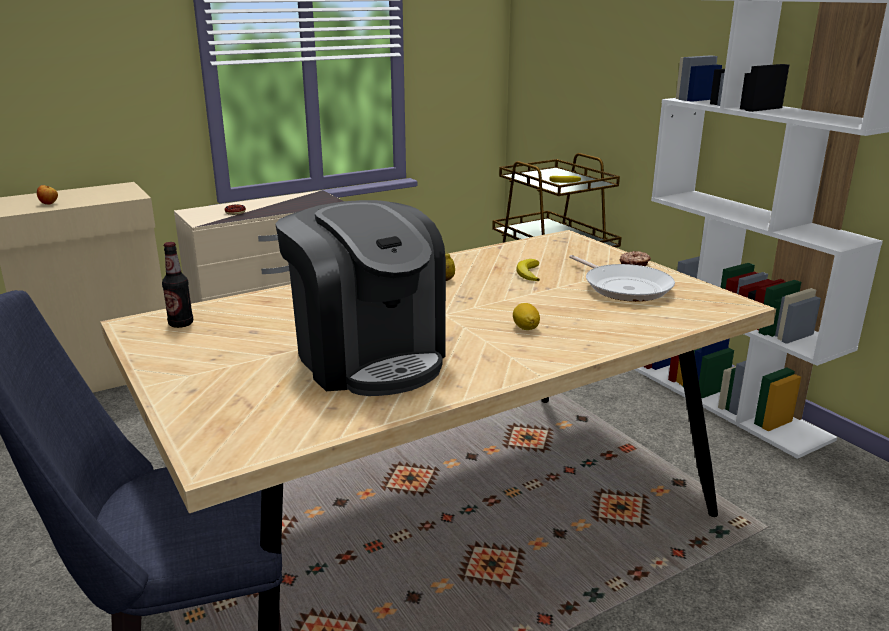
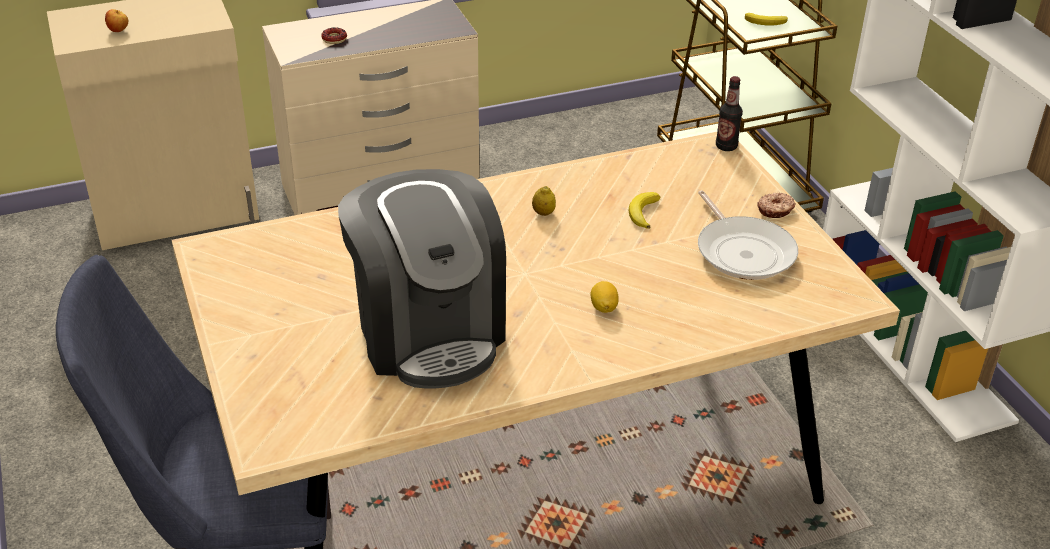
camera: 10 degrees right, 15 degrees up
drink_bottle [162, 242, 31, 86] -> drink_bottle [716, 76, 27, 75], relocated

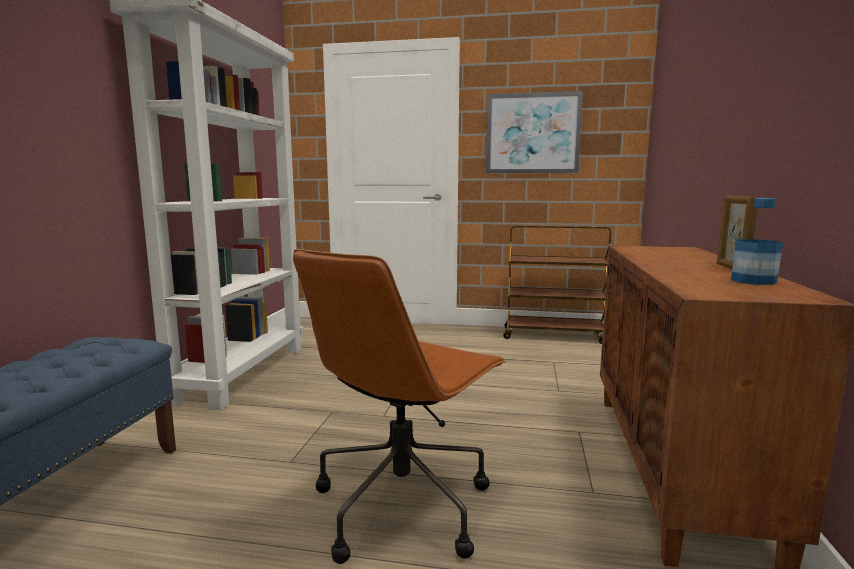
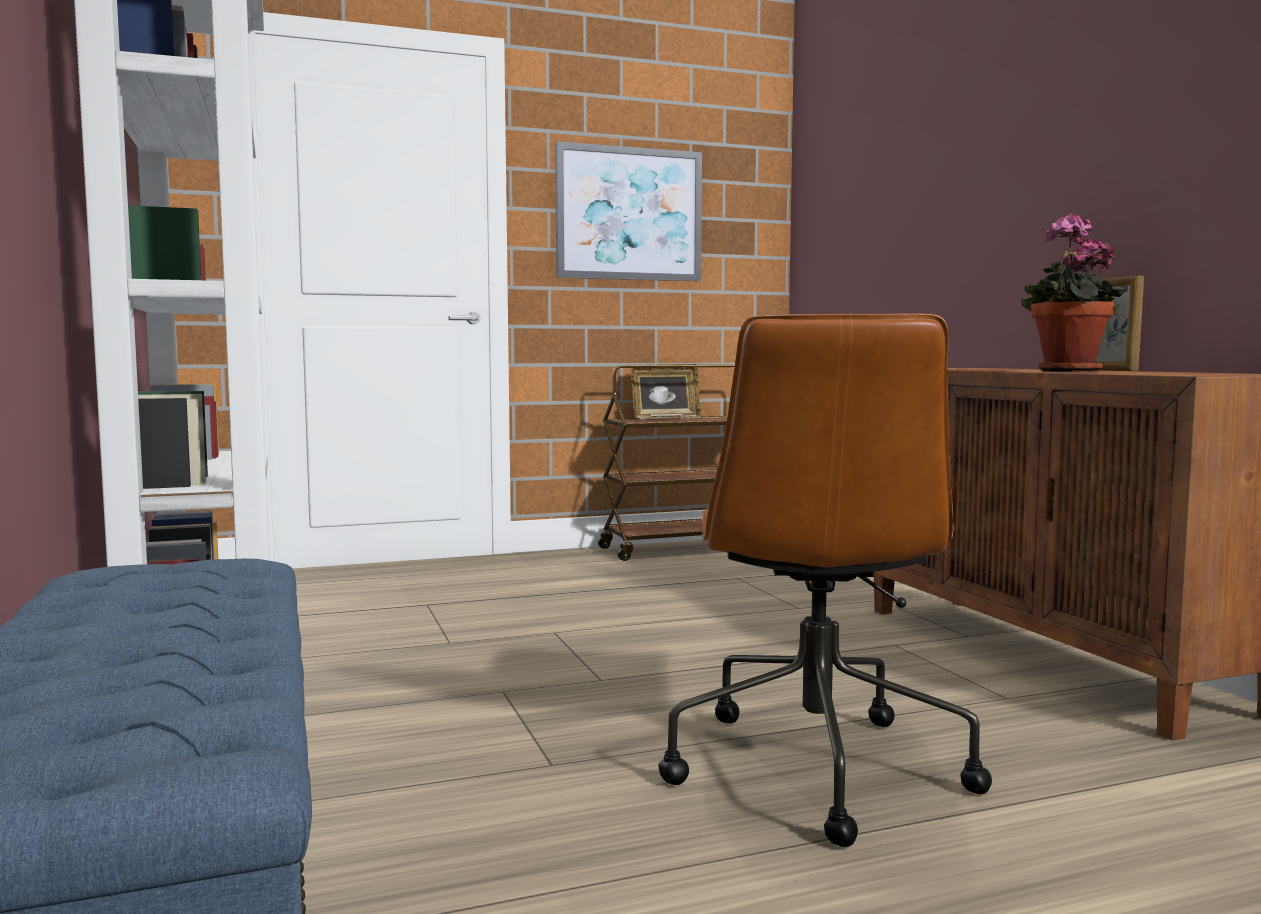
camera: 30 degrees left, 5 degrees down
drink_bottle [731, 198, 52, 87] -> none
none -> potted_plant [1021, 213, 108, 159]
none -> photo_frame [631, 364, 71, 55]

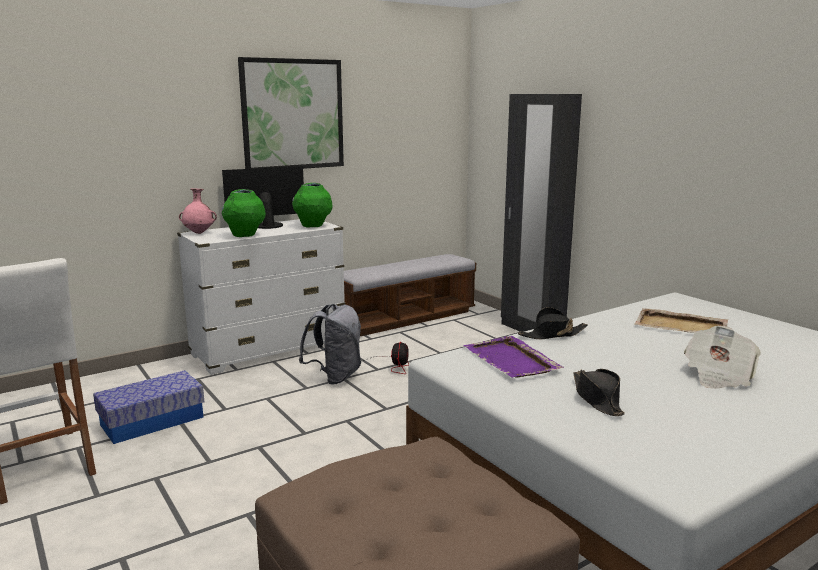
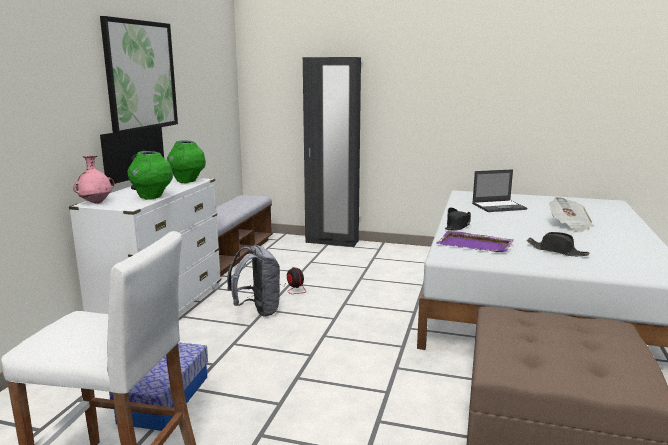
camera: 40 degrees left, 0 degrees up
sand-coloured_tray [634, 308, 94, 25] -> notebook_computer [472, 169, 55, 43]

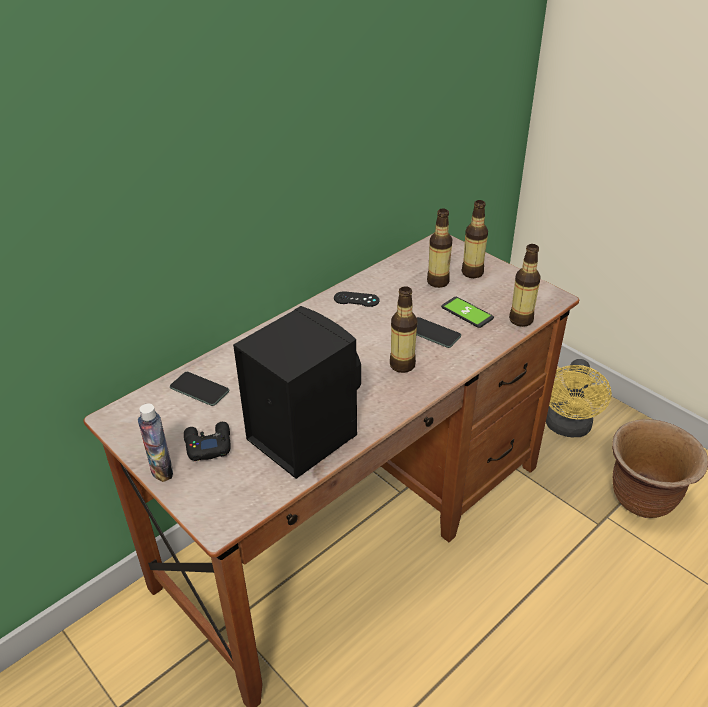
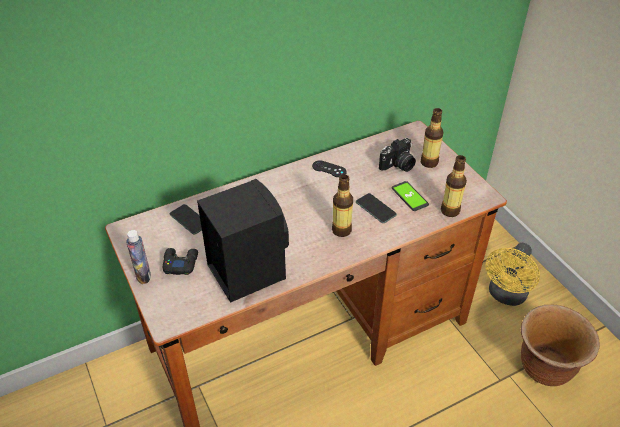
camera: 15 degrees right, 5 degrees up
drink_bottle [427, 209, 25, 79] -> still_camera [379, 138, 37, 34]

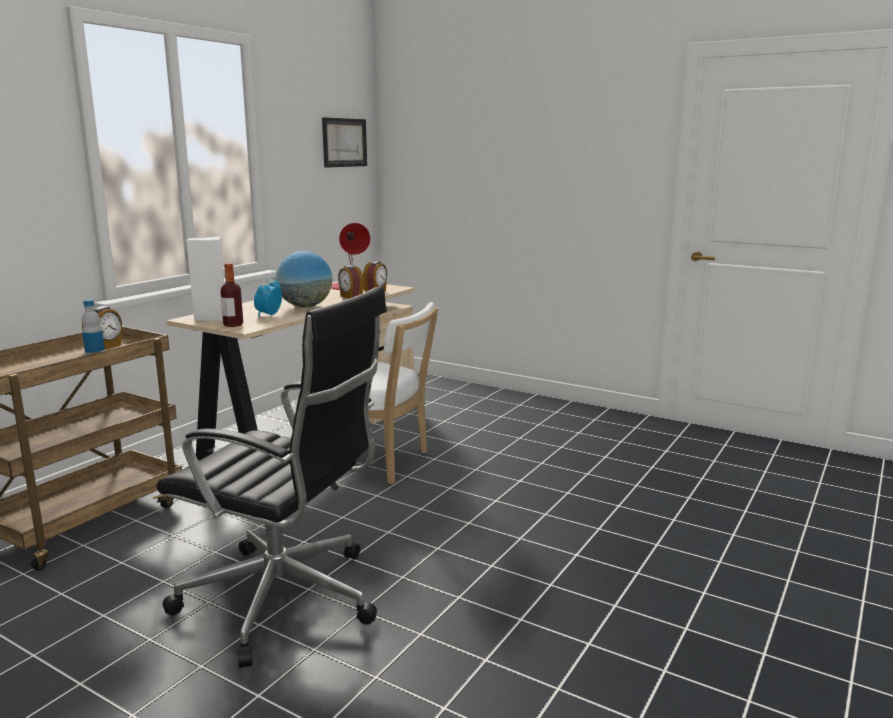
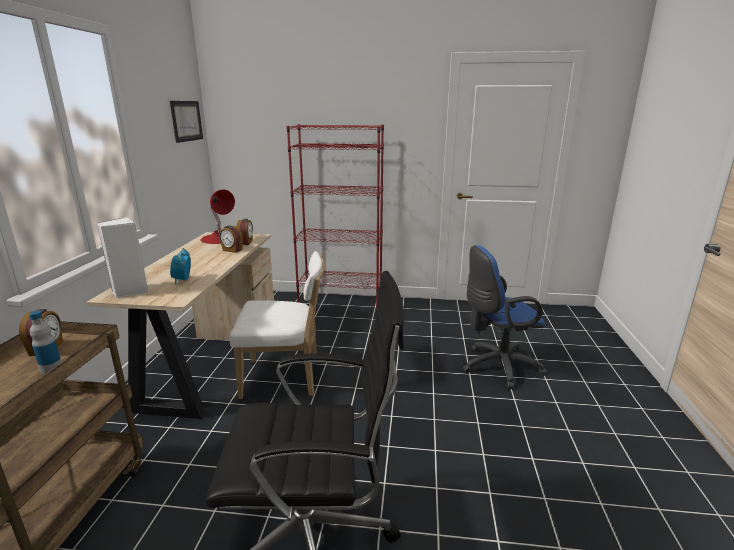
camera: 25 degrees left, 5 degrees up
world_globe [275, 251, 57, 56] -> none
drink_bottle [221, 263, 22, 64] -> none
none -> reddish_shelving_unit [286, 124, 98, 189]
none -> bluish_office_chair [463, 245, 84, 144]

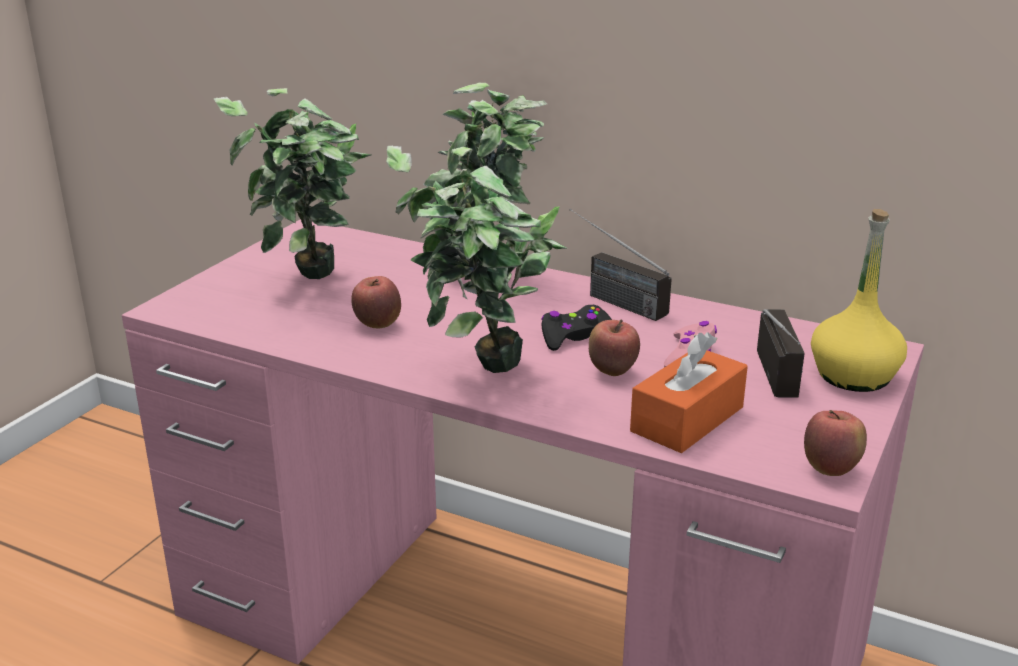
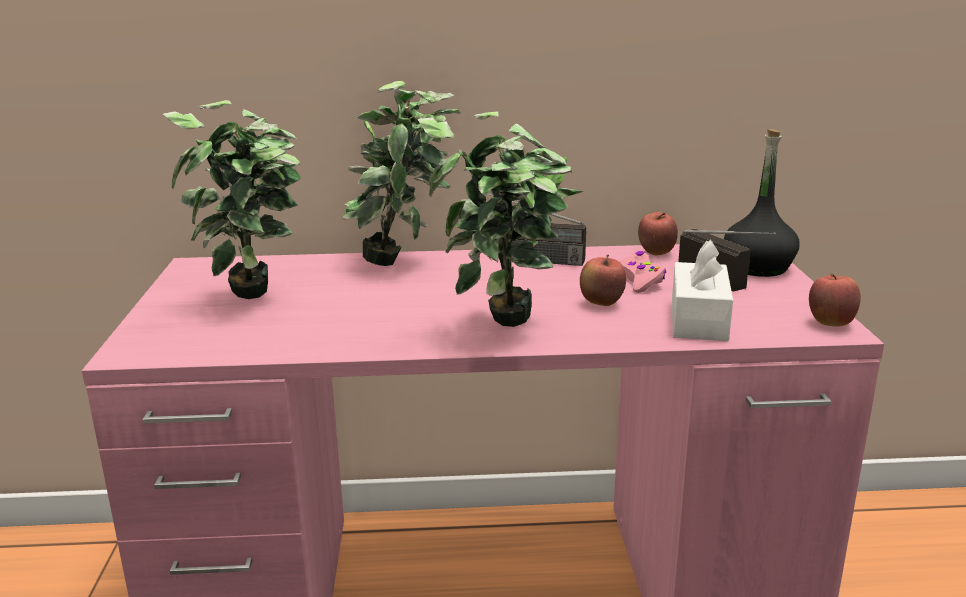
camera: 30 degrees left, 5 degrees down
yellow_drink_bottle [811, 209, 96, 183] -> black-coloured_drink_bottle [724, 129, 76, 148]
apple_fruit [351, 276, 50, 52] -> apple_fruit [638, 212, 40, 43], relocated
black-coloured_gamepad [542, 305, 70, 46] -> none
orange_box_of_tissues [630, 332, 118, 121] -> whitish_box_of_tissues [672, 240, 61, 101]

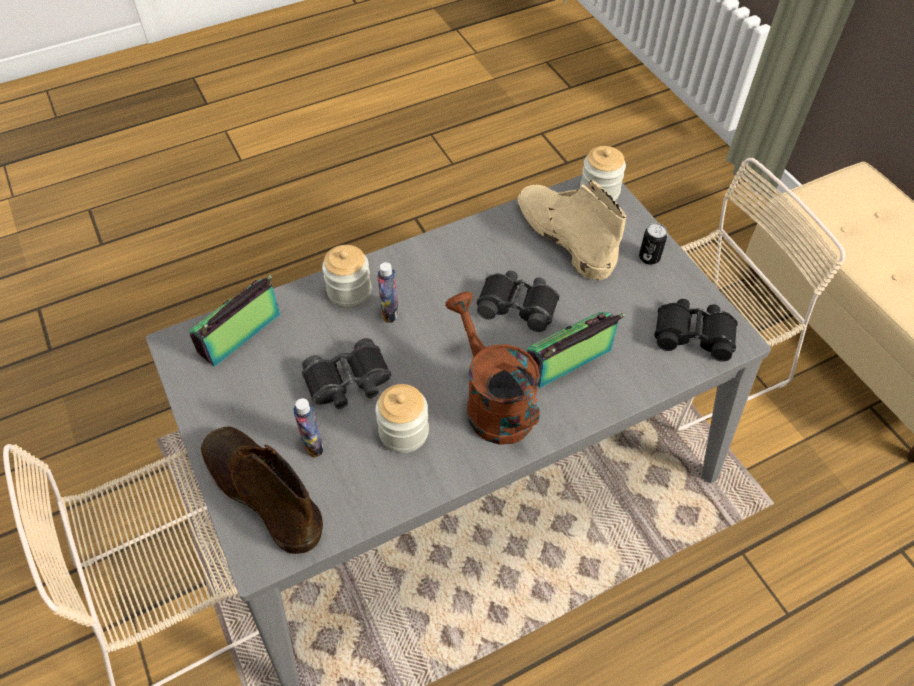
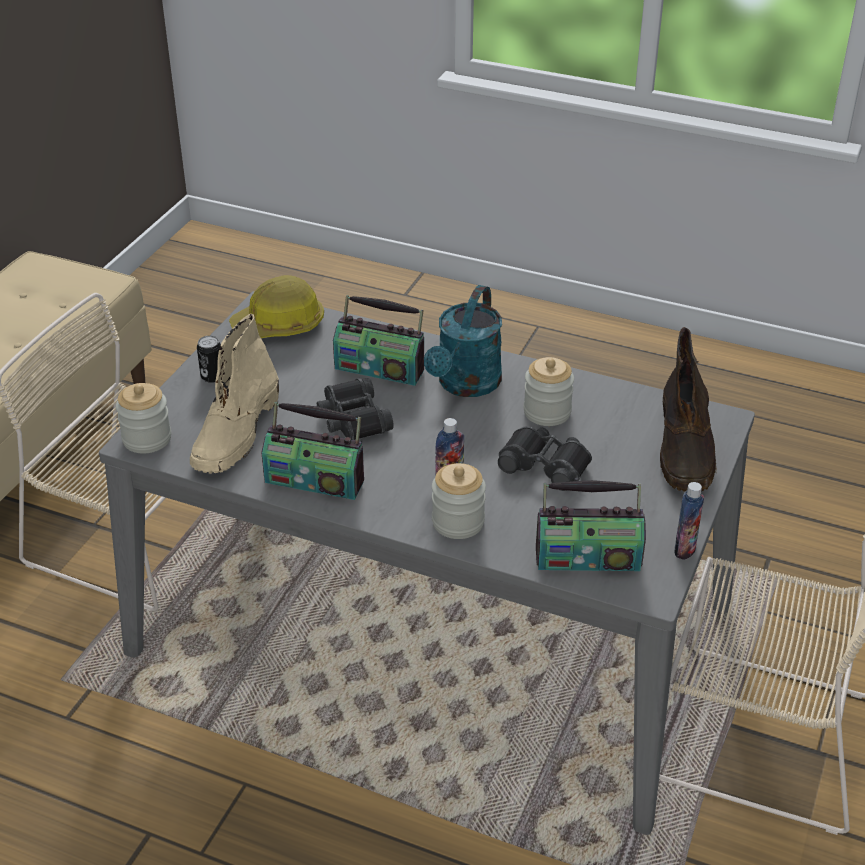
camera: 130 degrees left, 15 degrees down
brownish_sprinkling_can [445, 291, 95, 154] -> turquoise-coloured_sprinkling_can [424, 285, 78, 112]
black-coloured_pair_of_binoculars [654, 299, 83, 63] -> safety_helmet [229, 275, 95, 63]
drink_bottle [294, 398, 29, 60] -> drink_bottle [674, 482, 30, 78], relocated
none -> radio_set [261, 402, 103, 98]

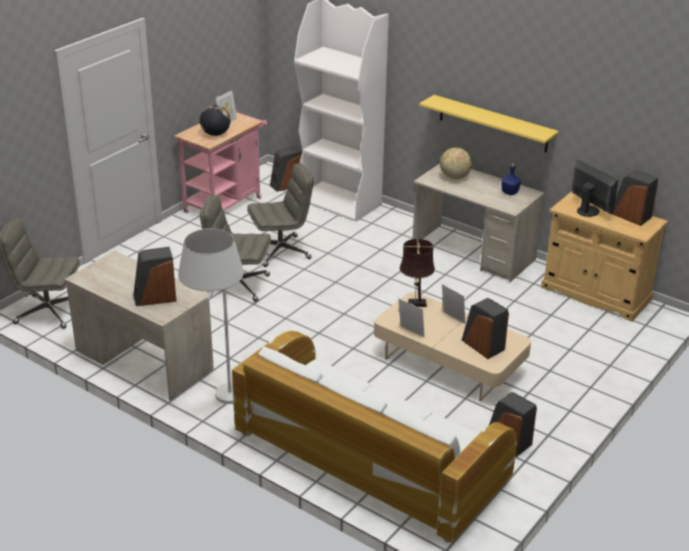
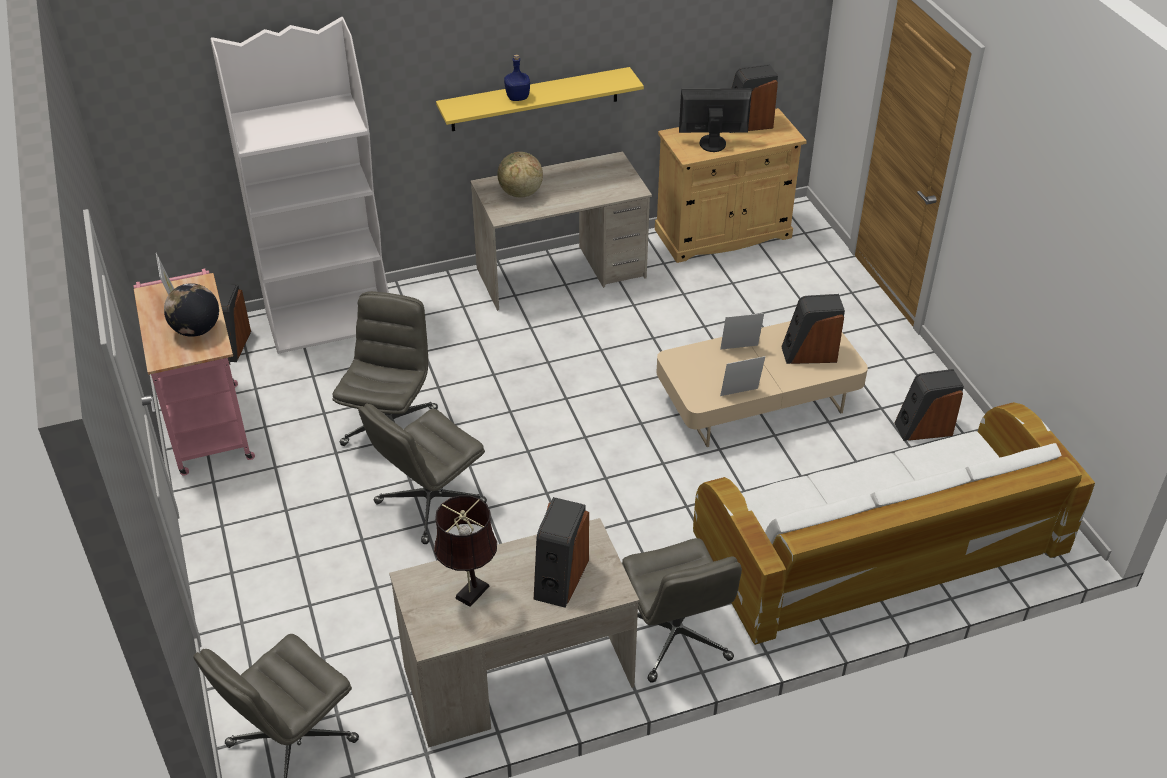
camera: 55 degrees left, 10 degrees up
bluish_drink_bottle [501, 163, 20, 32] -> bluish_drink_bottle [504, 54, 26, 47], relocated
whitish_standing_lamp [178, 228, 66, 176] -> grey_office_chair [622, 538, 120, 145]
brownish_table_lamp [399, 239, 36, 68] -> brownish_table_lamp [434, 495, 63, 112], relocated

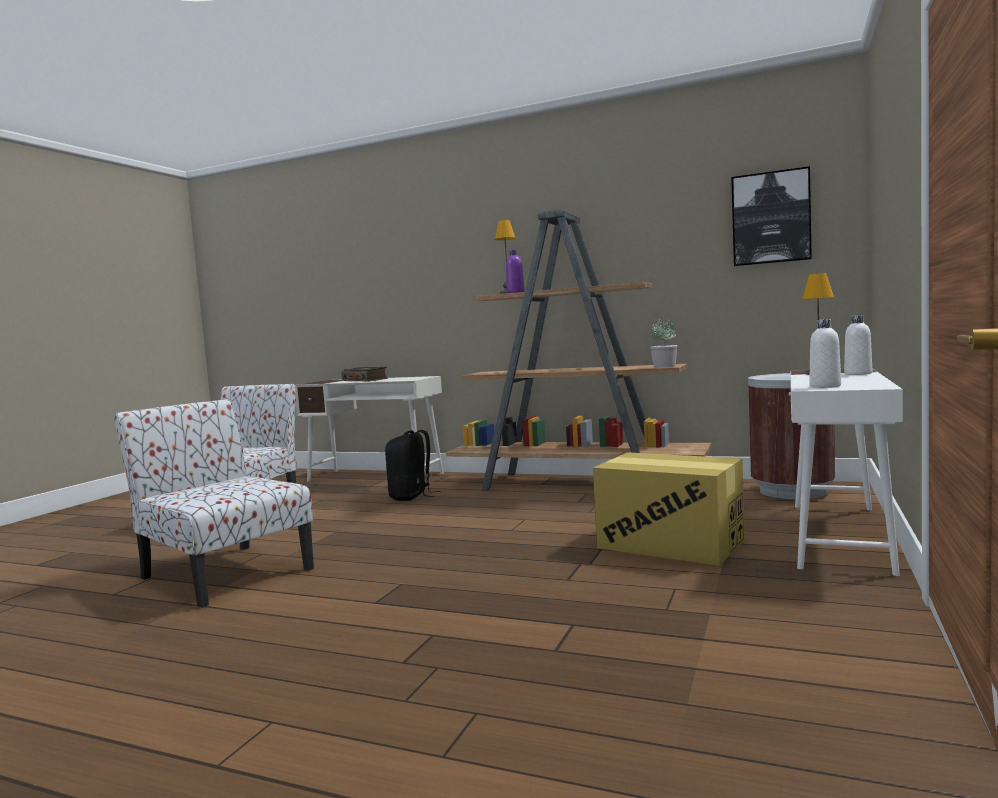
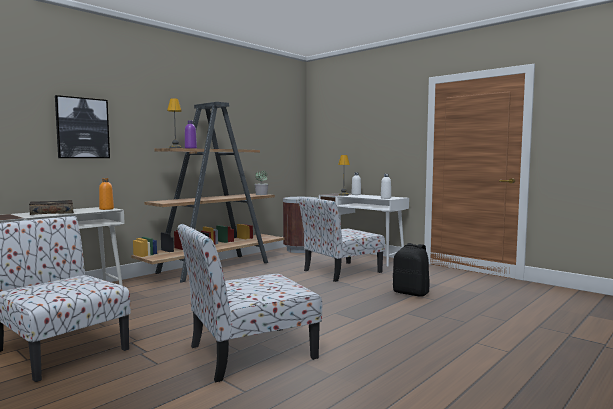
camera: 70 degrees left, 0 degrees up
wall_art [731, 166, 81, 100] -> wall_art [55, 95, 55, 63], relocated
black-coloured_rucksack [385, 430, 56, 71] -> black-coloured_rucksack [393, 243, 36, 54], relocated
cardboard_box [593, 452, 152, 114] -> chair [299, 197, 86, 85]
none -> orange_drink_bottle [99, 178, 15, 32]

